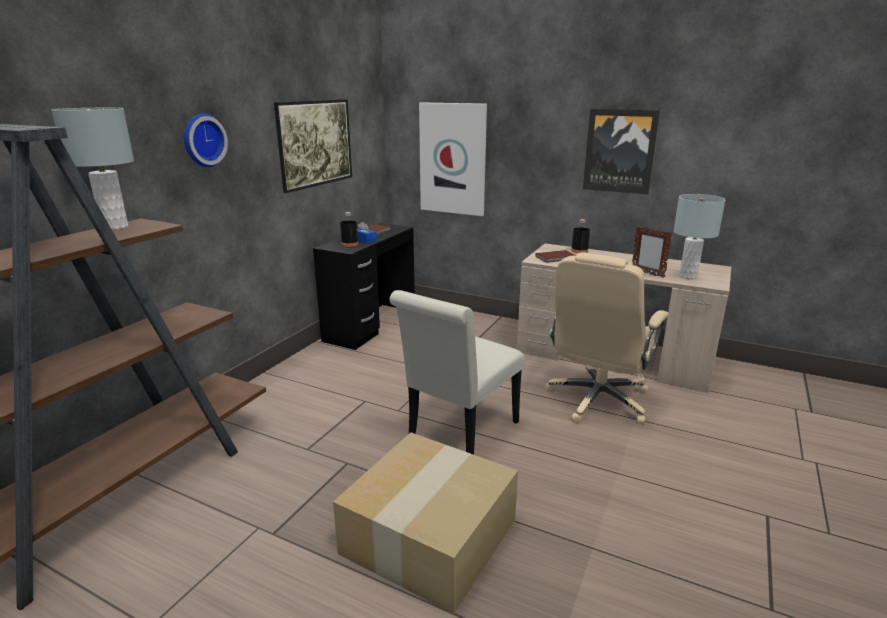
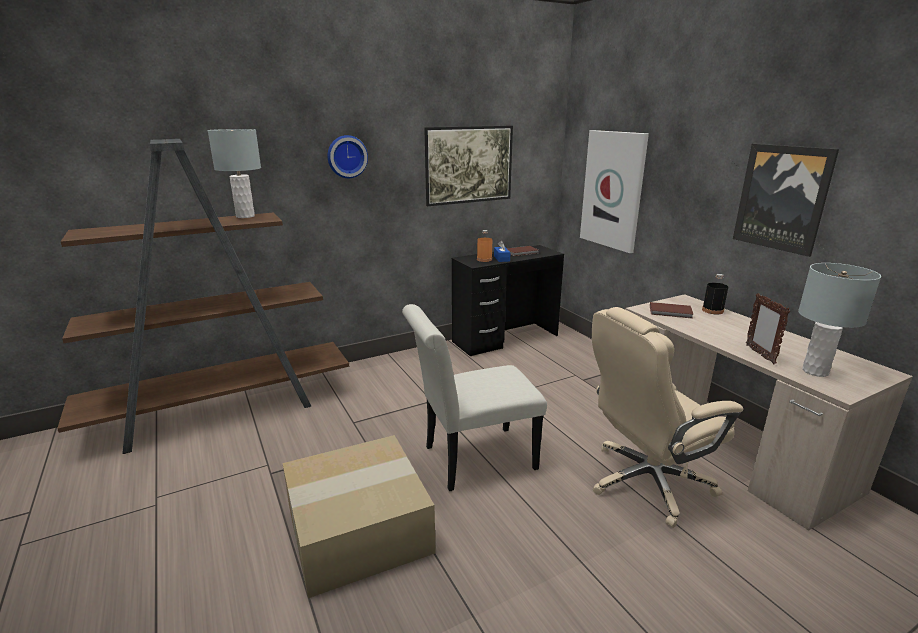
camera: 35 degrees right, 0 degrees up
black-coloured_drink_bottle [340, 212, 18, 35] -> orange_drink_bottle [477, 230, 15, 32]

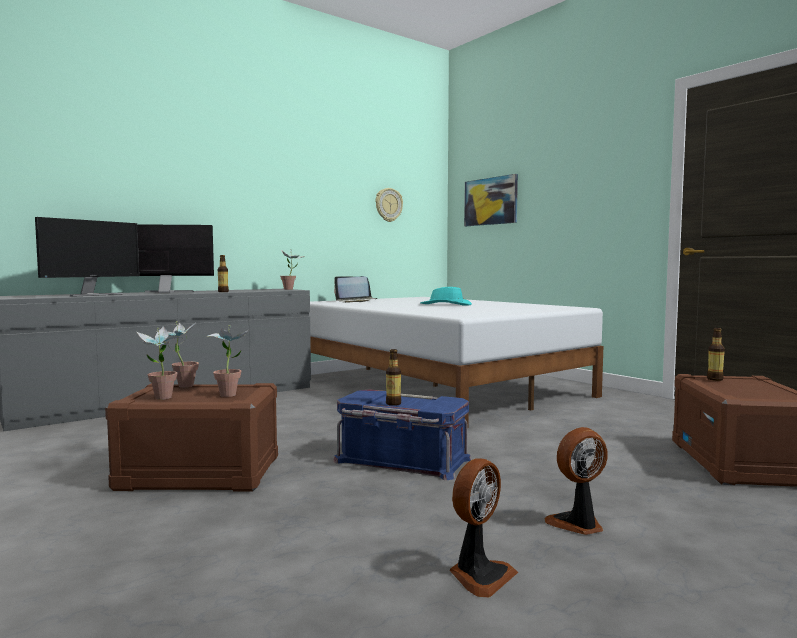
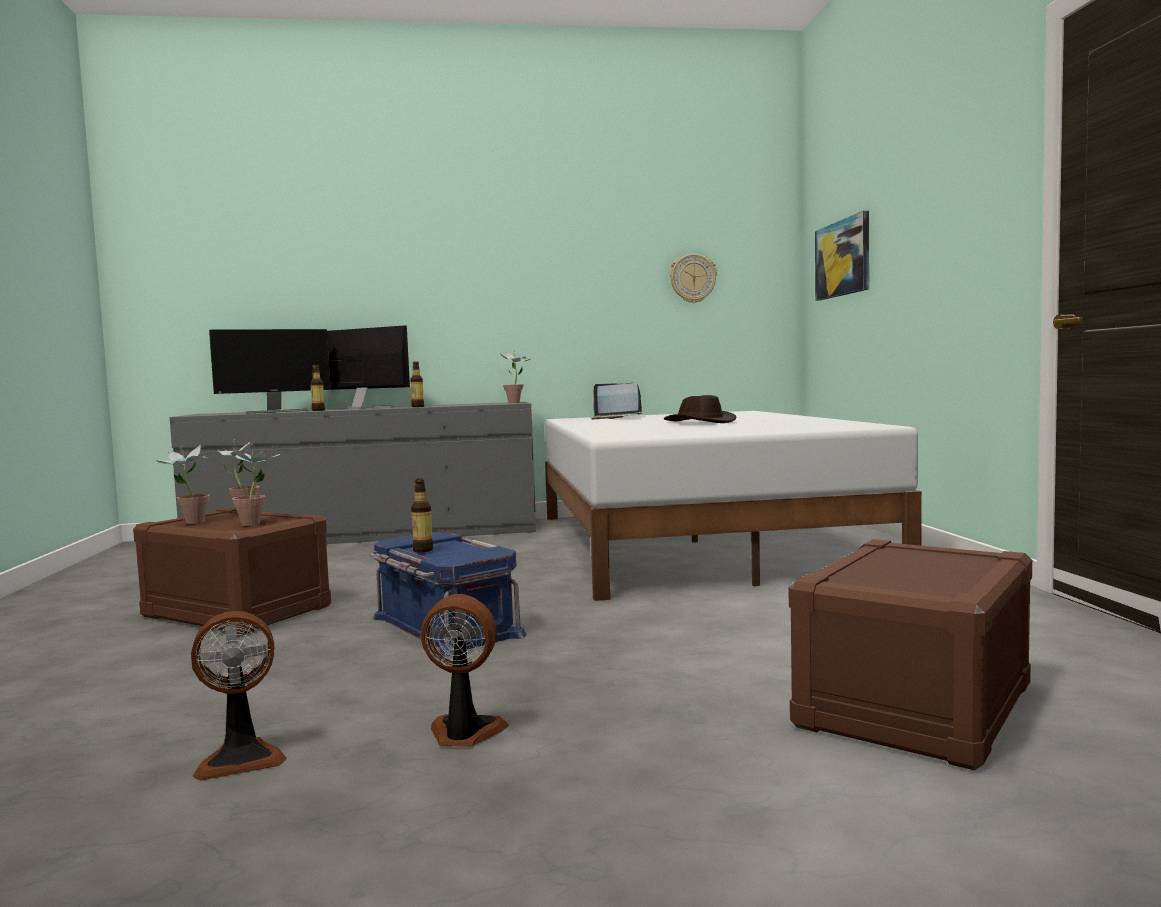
camera: 30 degrees right, 0 degrees up
turquoise-coloured_clothing_hat [420, 287, 52, 19] -> brownish_clothing_hat [664, 395, 72, 28]
drink_bottle [707, 328, 18, 53] -> drink_bottle [310, 365, 15, 46], relocated

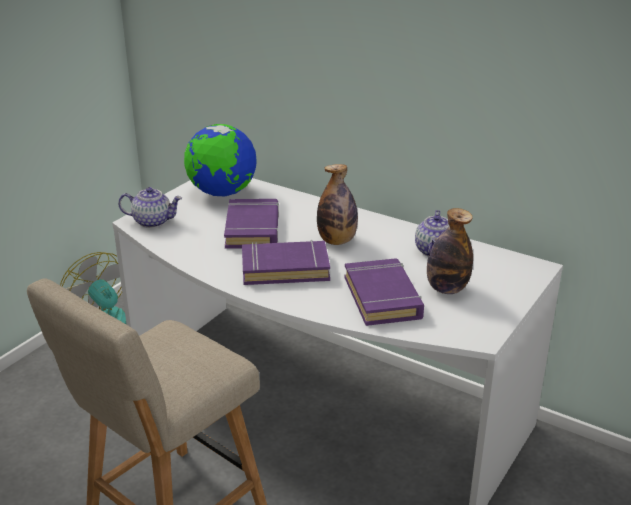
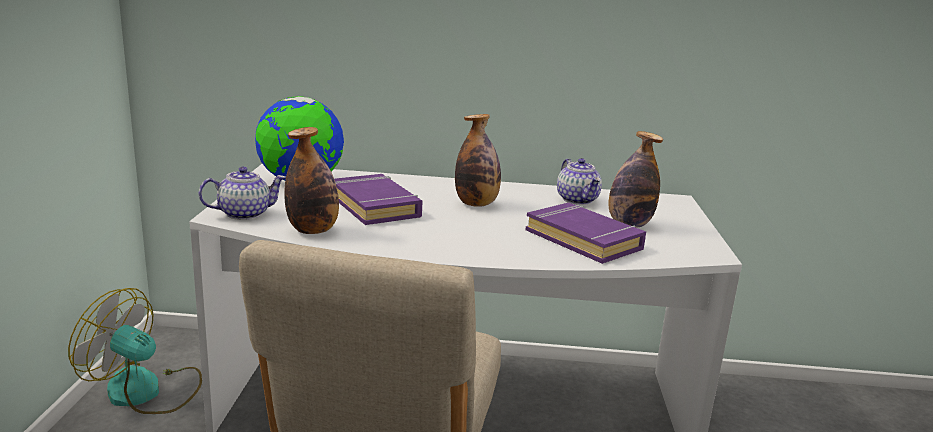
camera: 30 degrees left, 10 degrees down
purple_book [242, 240, 88, 45] -> none
none -> drink_bottle [284, 127, 55, 107]

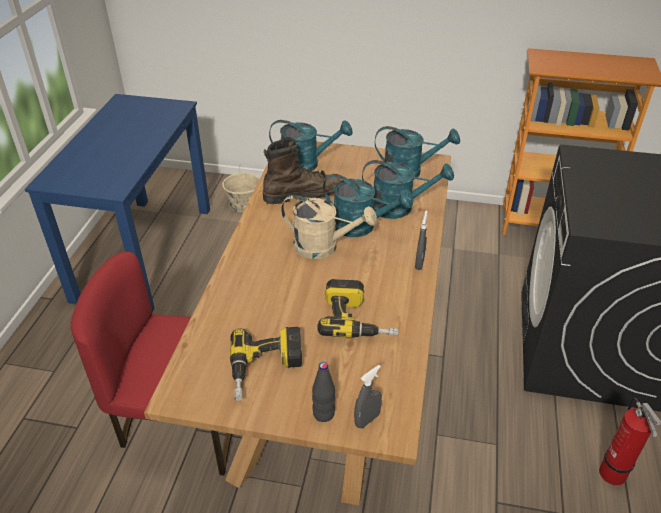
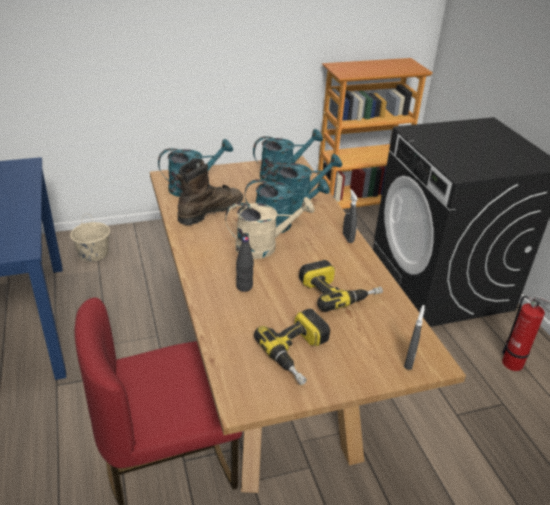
camera: 30 degrees left, 5 degrees down
black-coloured_drink_bottle [312, 362, 23, 60] -> black-coloured_drink_bottle [236, 237, 18, 55], relocated

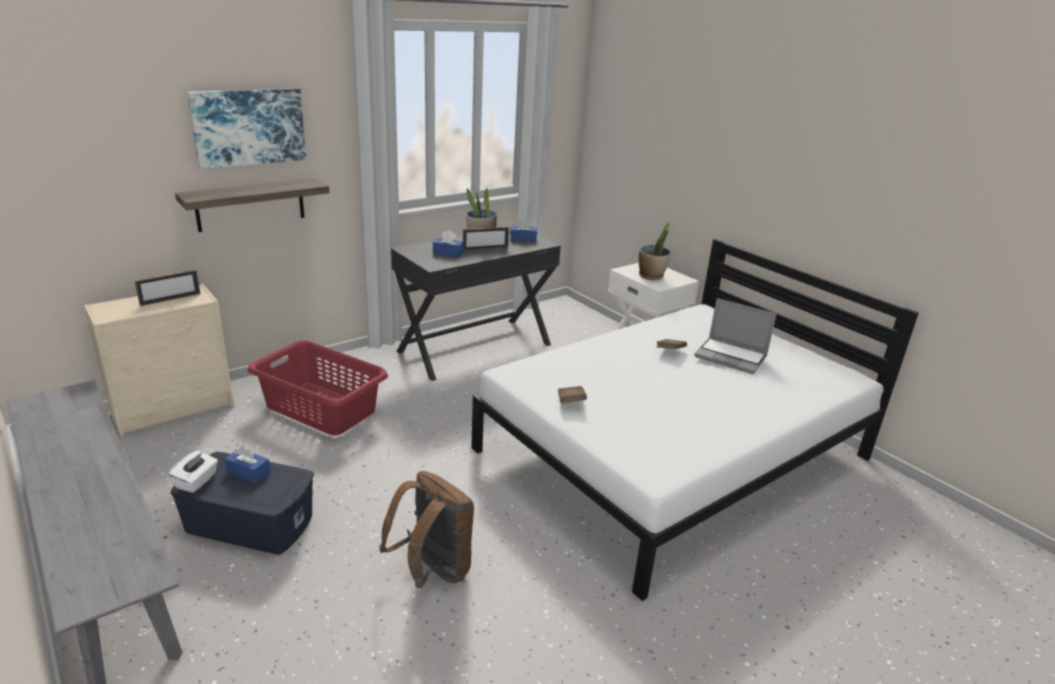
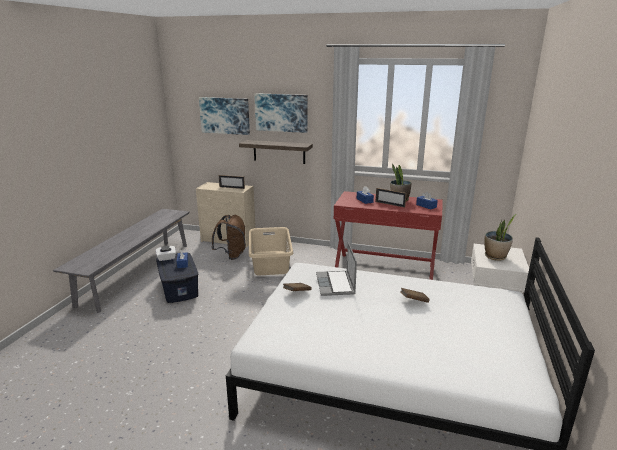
camera: 55 degrees right, 5 degrees down
black-coloured_desk [391, 227, 170, 154] -> reddish_desk [333, 191, 110, 89]
notebook_computer [694, 298, 83, 76] -> notebook_computer [316, 242, 41, 54], relocated
reddish_hamper [248, 340, 140, 95] -> sand-coloured_hamper [249, 227, 44, 48]
brownish_rucksack [379, 471, 95, 117] -> brownish_rucksack [211, 215, 35, 45], relocated
none -> wall_art [199, 97, 51, 38]

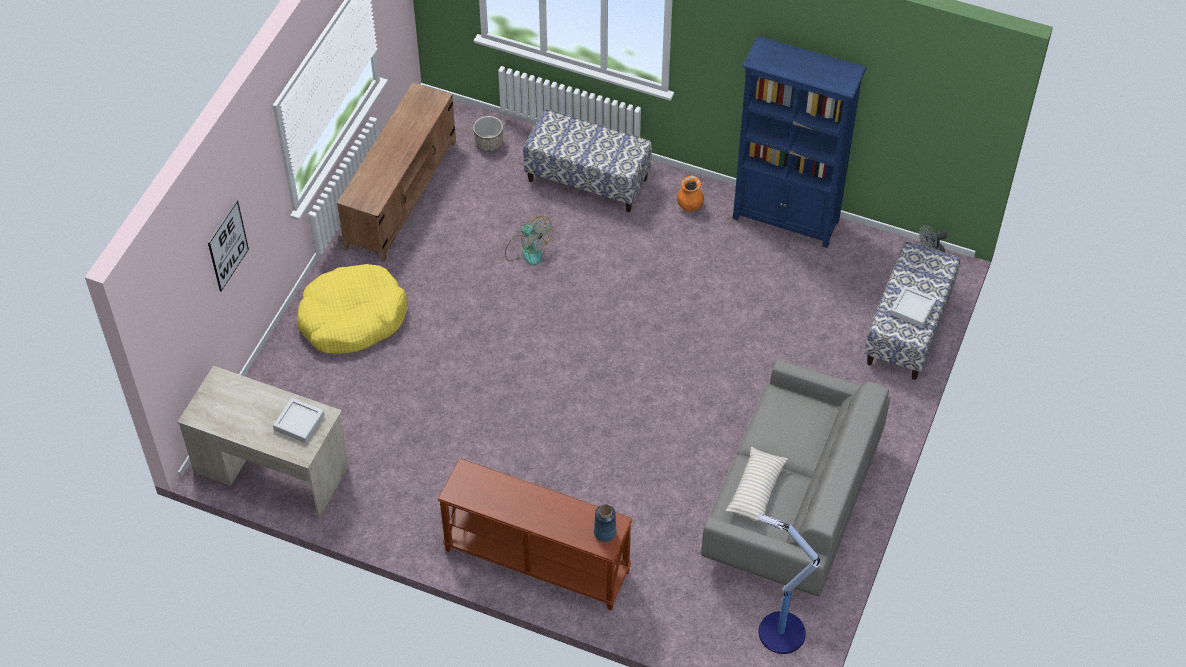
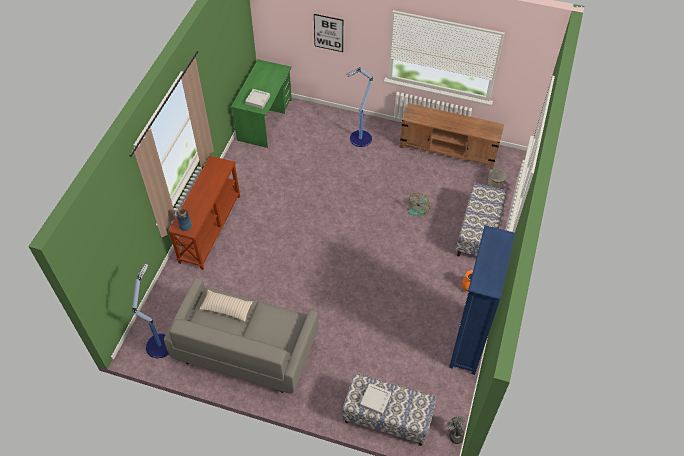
camera: 85 degrees right, 0 degrees up
yellow_pet_bed [297, 264, 111, 90] -> standing_lamp [346, 67, 27, 80]
sand-coloured_desk [177, 366, 172, 152] -> green-coloured_desk [231, 59, 61, 89]

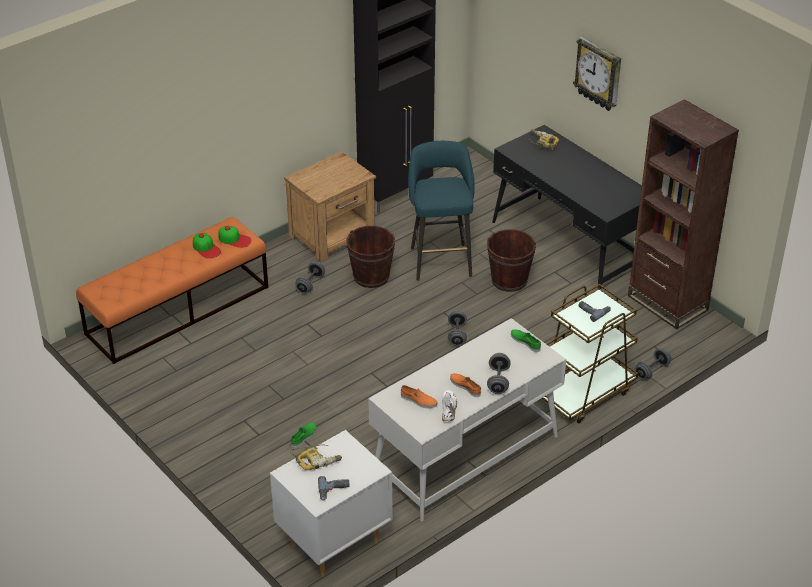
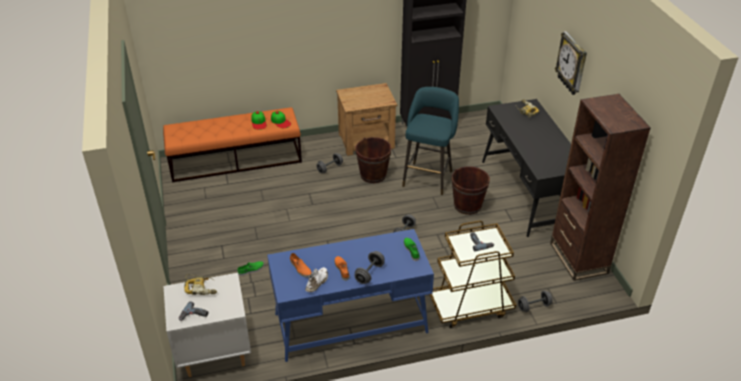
camera: 25 degrees right, 0 degrees up
whitish_desk [368, 318, 198, 203] -> bluish_desk [267, 229, 167, 133]

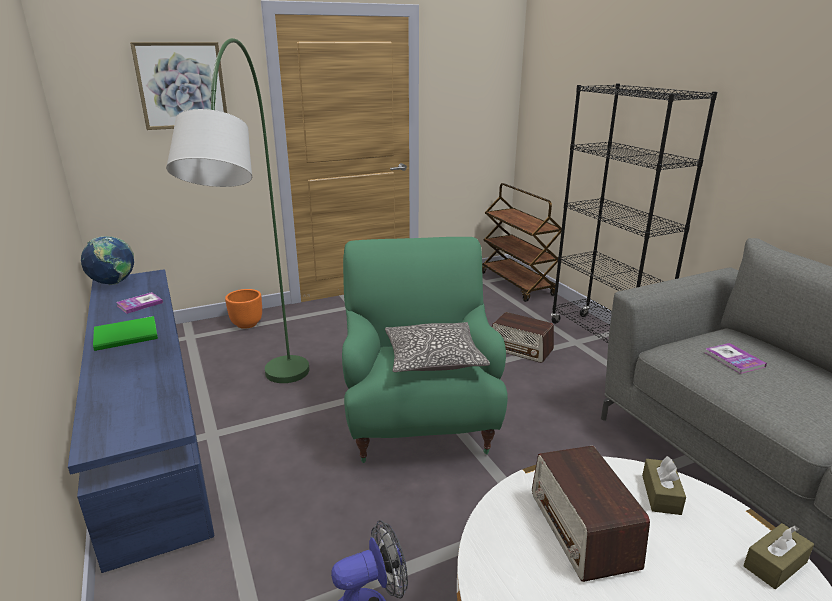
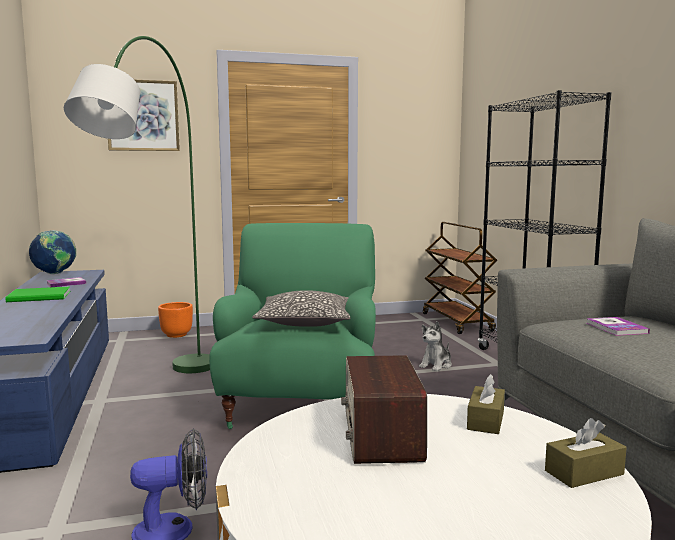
camera: 10 degrees right, 15 degrees down
radio_set [492, 312, 62, 51] -> cuddly_toy [419, 321, 33, 50]

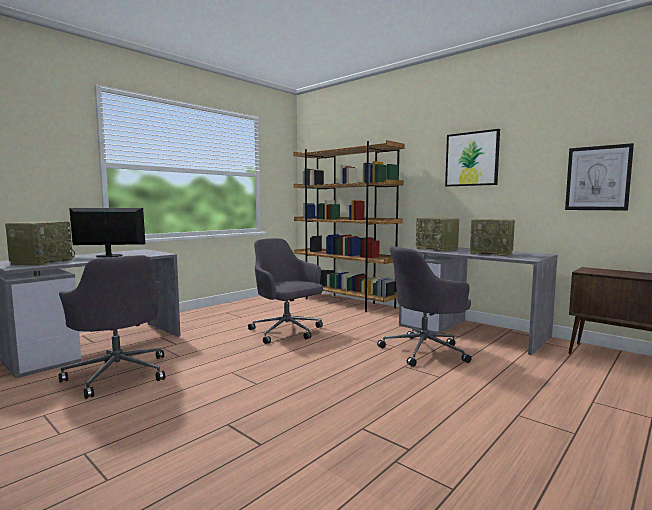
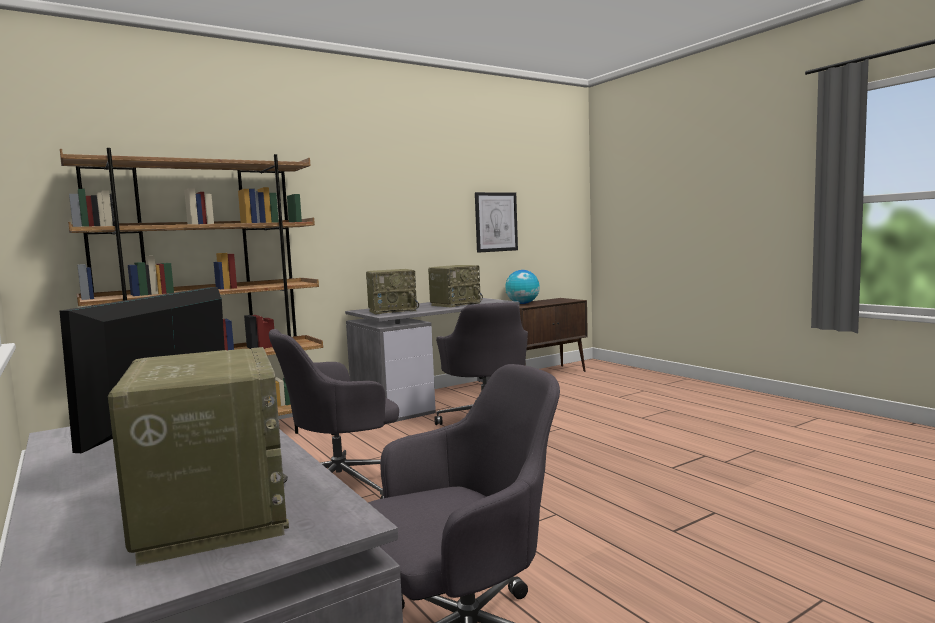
camera: 75 degrees left, 0 degrees up
wall_art [445, 129, 55, 57] -> none
radio_set [5, 221, 70, 44] -> radio_set [108, 347, 181, 219], 45 degrees clockwise
none -> world_globe [506, 270, 34, 34]

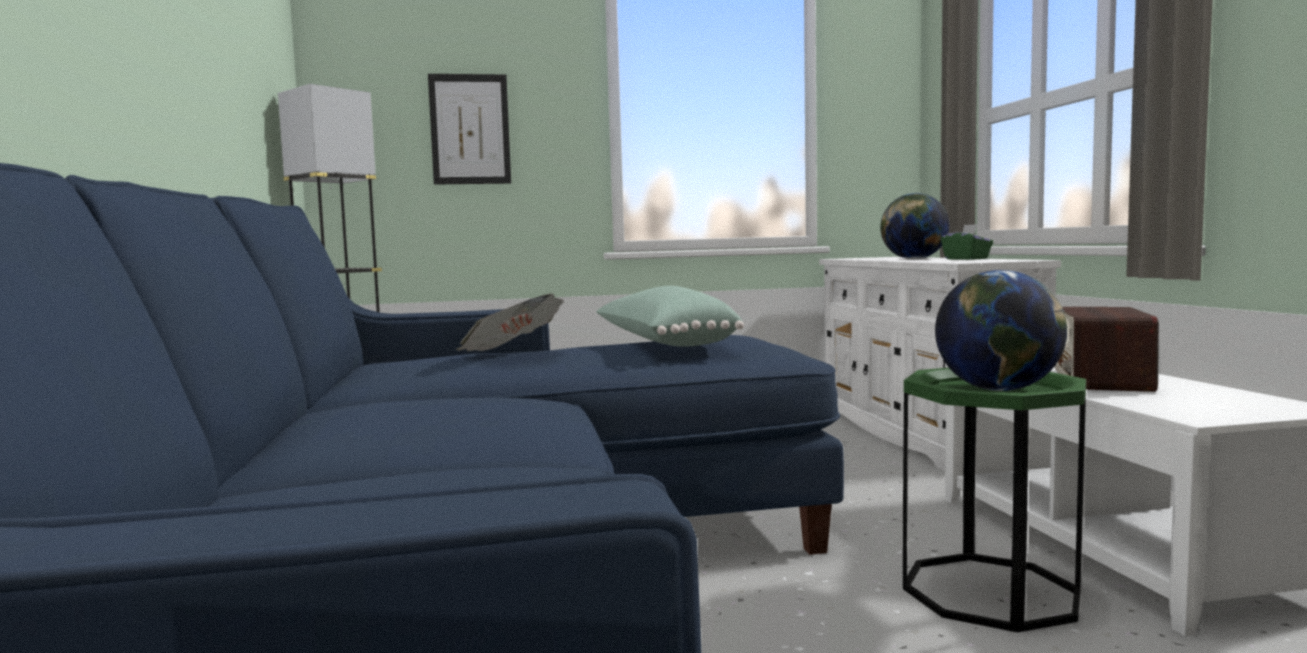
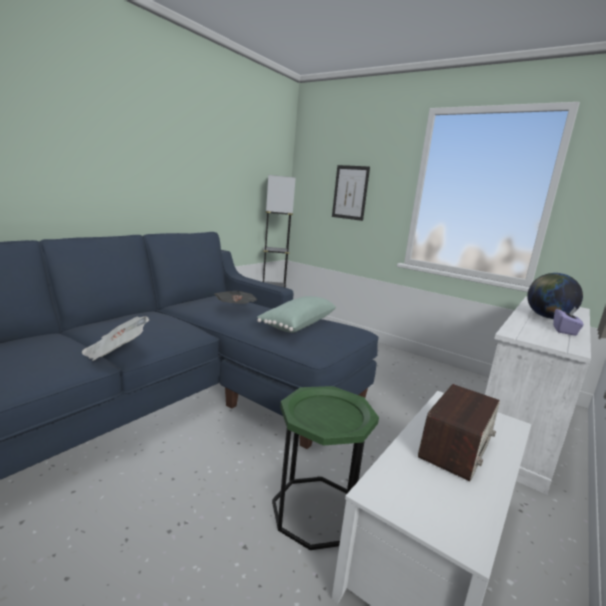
camera: 45 degrees right, 10 degrees up
green-coloured_box_of_tissues [941, 224, 52, 36] -> purple_box_of_tissues [553, 307, 31, 29]
world_globe [935, 270, 132, 121] -> none
radio_set [1055, 307, 104, 85] -> radio_set [418, 384, 82, 97], 150 degrees clockwise
none -> newspaper [81, 316, 68, 45]

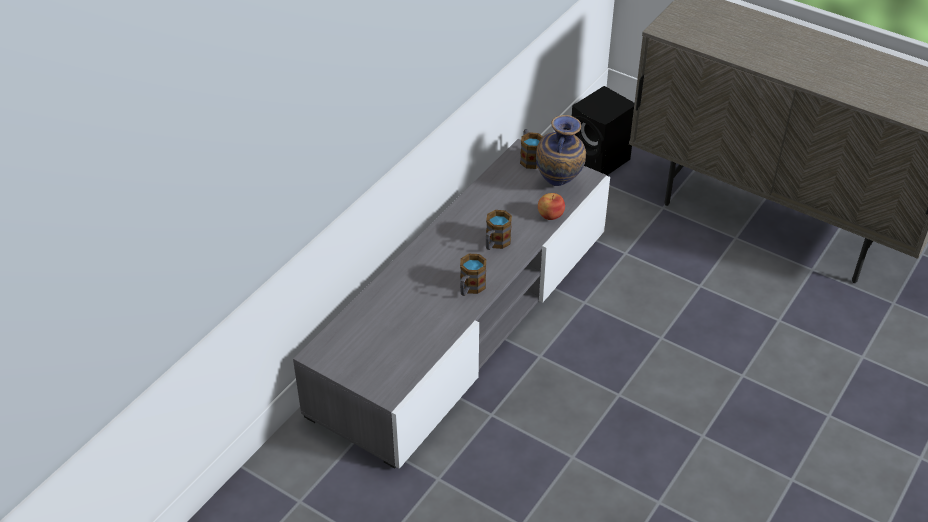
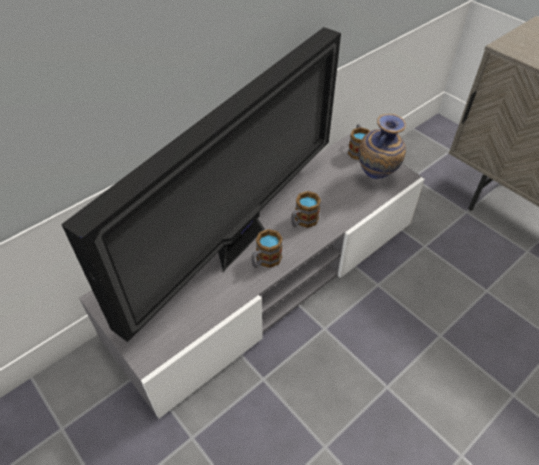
camera: 15 degrees right, 5 degrees up
black-coloured_speaker [572, 86, 62, 89] -> none
apple_fruit [538, 193, 27, 27] -> none
none -> TV_set [61, 27, 280, 315]

